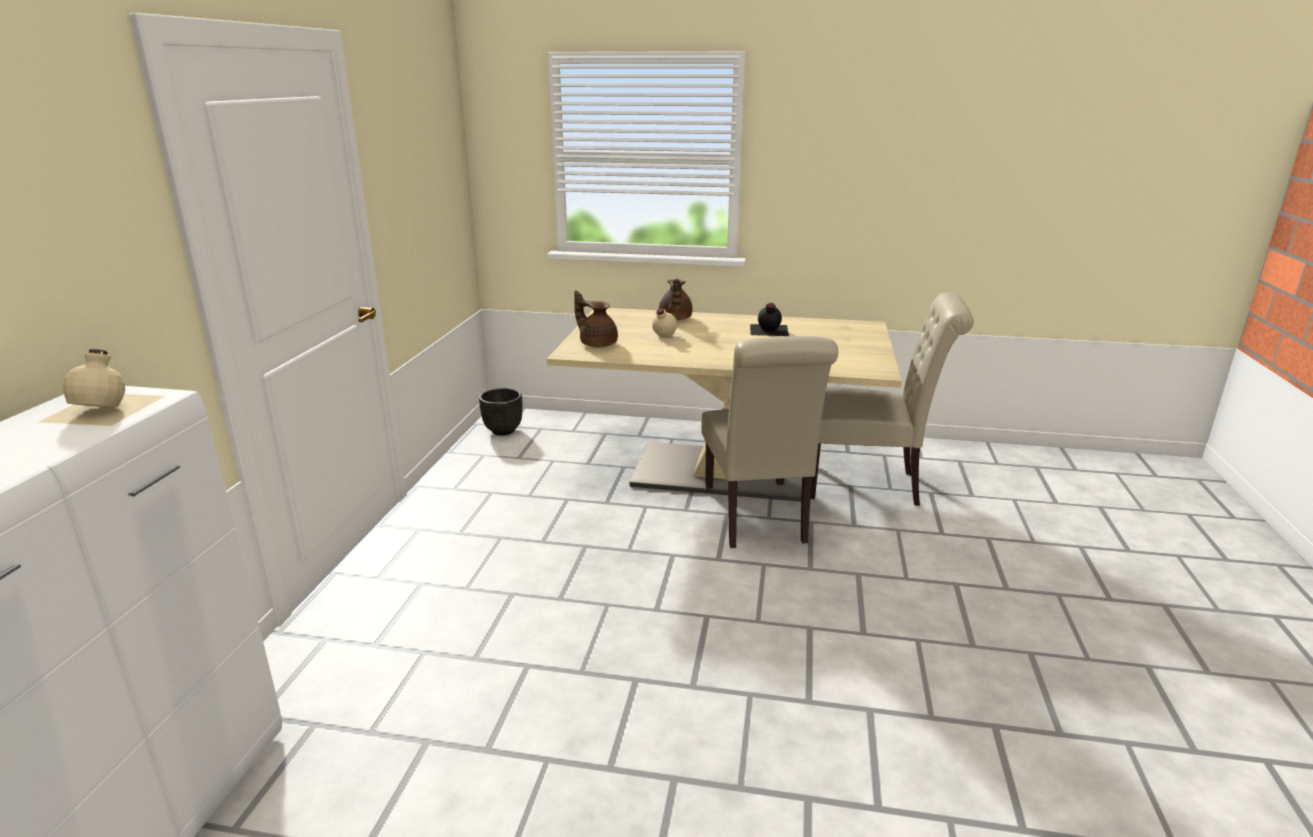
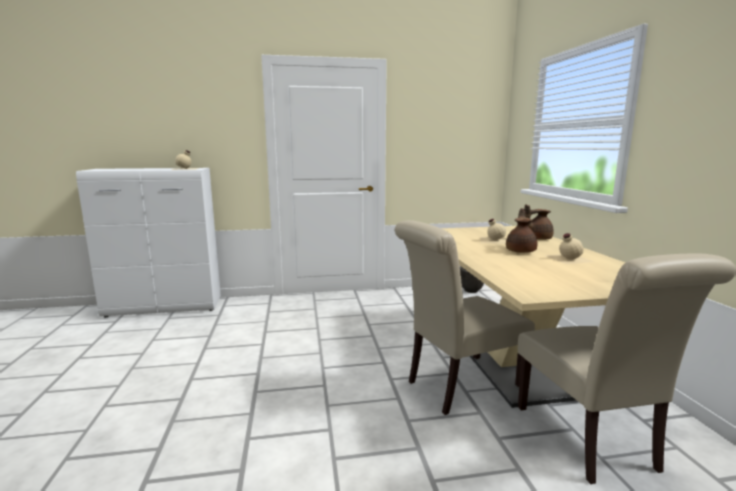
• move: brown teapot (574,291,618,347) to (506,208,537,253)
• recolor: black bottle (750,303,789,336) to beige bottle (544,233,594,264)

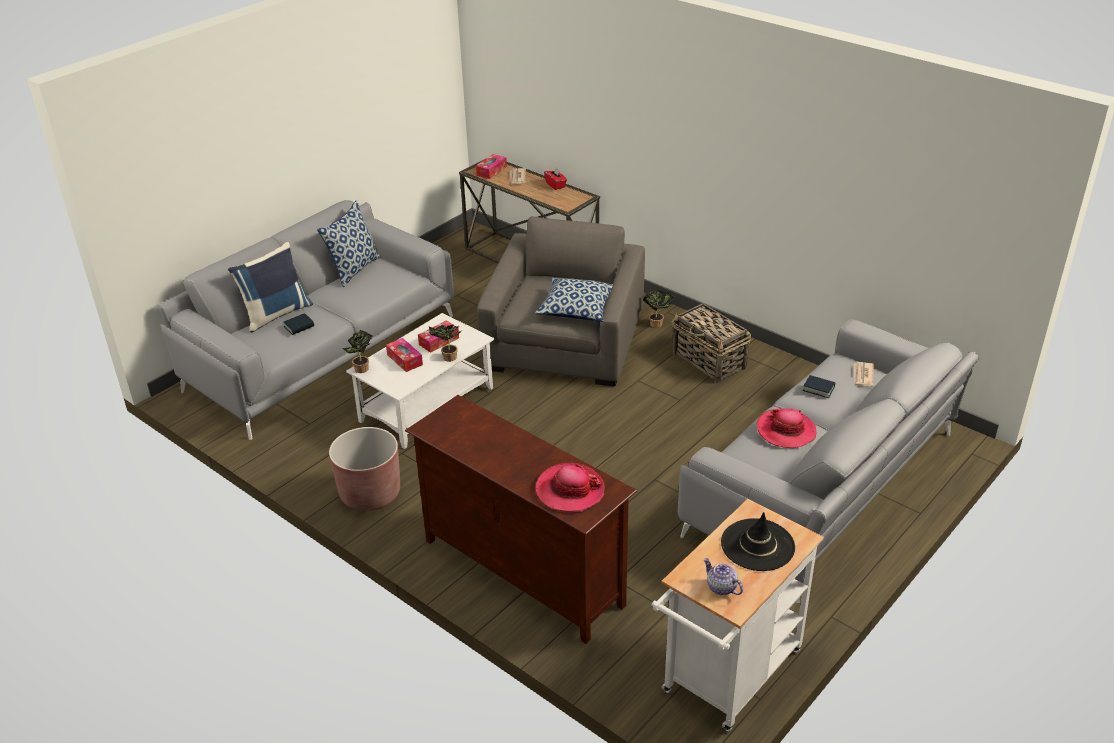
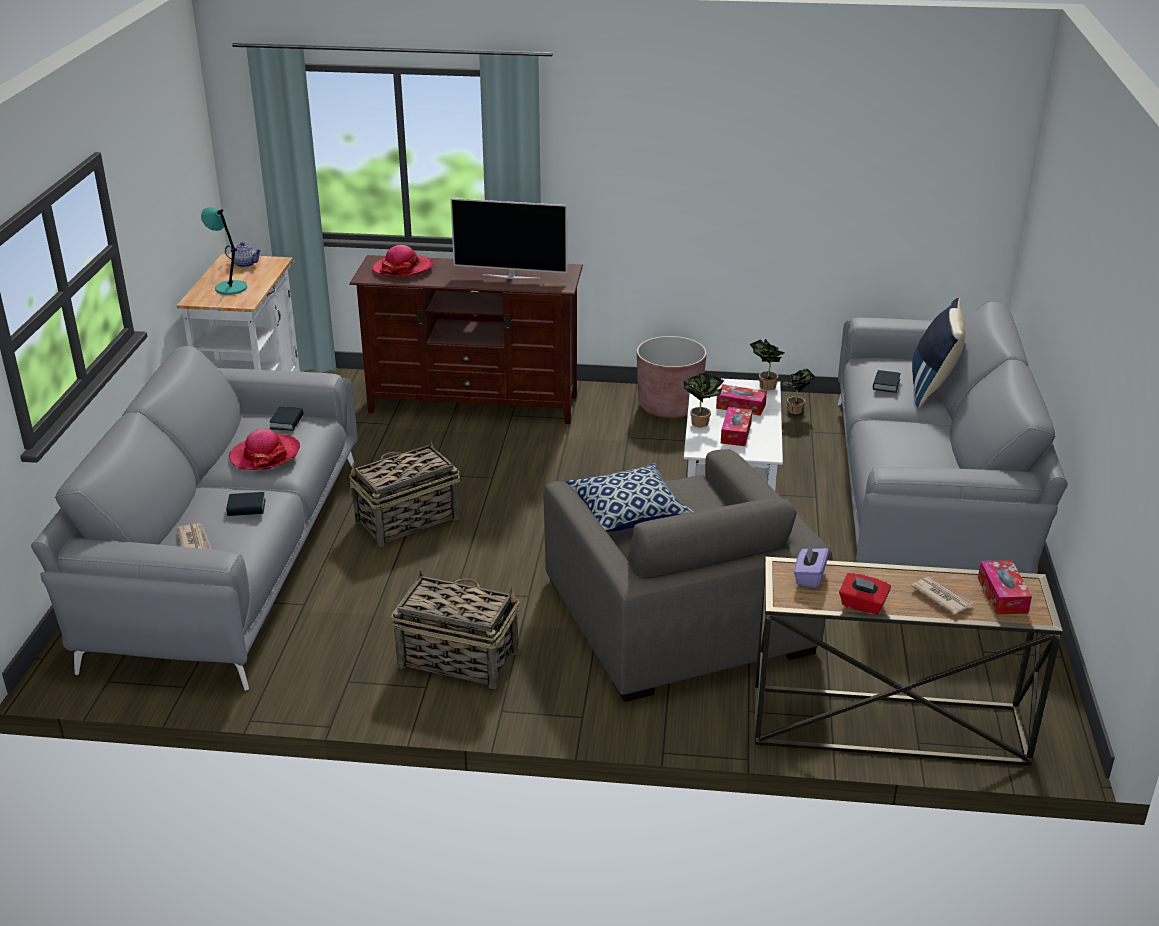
• delete: pillow (317,200,381,287)
• insert: book (270,407,304,431)
• insert: basket (349,439,460,546)
• insert: television (450,198,567,279)
• insert: purple tissue box (794,543,829,588)
• move: potted plant (643,291,674,328) to (780,368,816,414)
• replace: black hat (721,512,795,571) to turquoise table lamp (201,207,247,295)

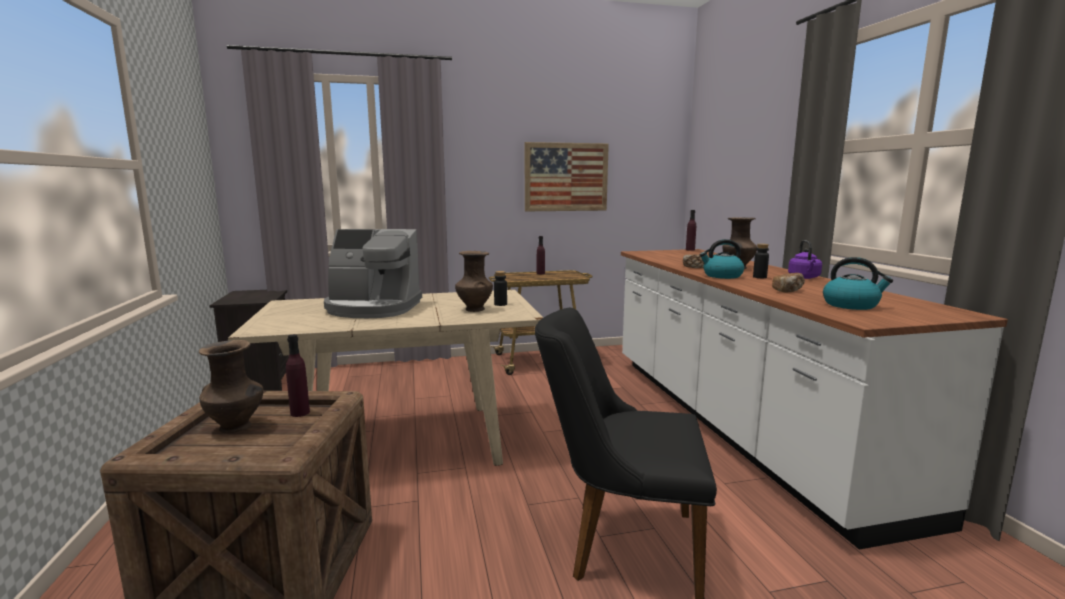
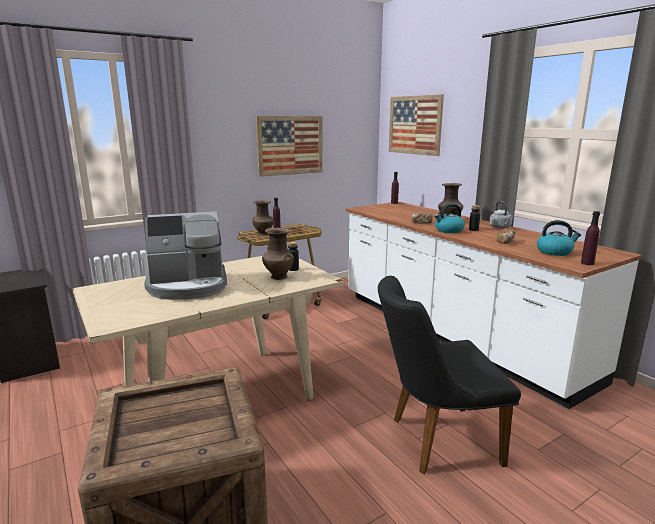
• insert: picture (389,94,444,156)
• move: brown vase (199,340,263,433) to (252,200,274,235)
• move: purple bottle (286,334,310,417) to (581,211,600,265)
• recolor: purple kettle (788,240,822,279) to grey kettle (489,201,512,229)

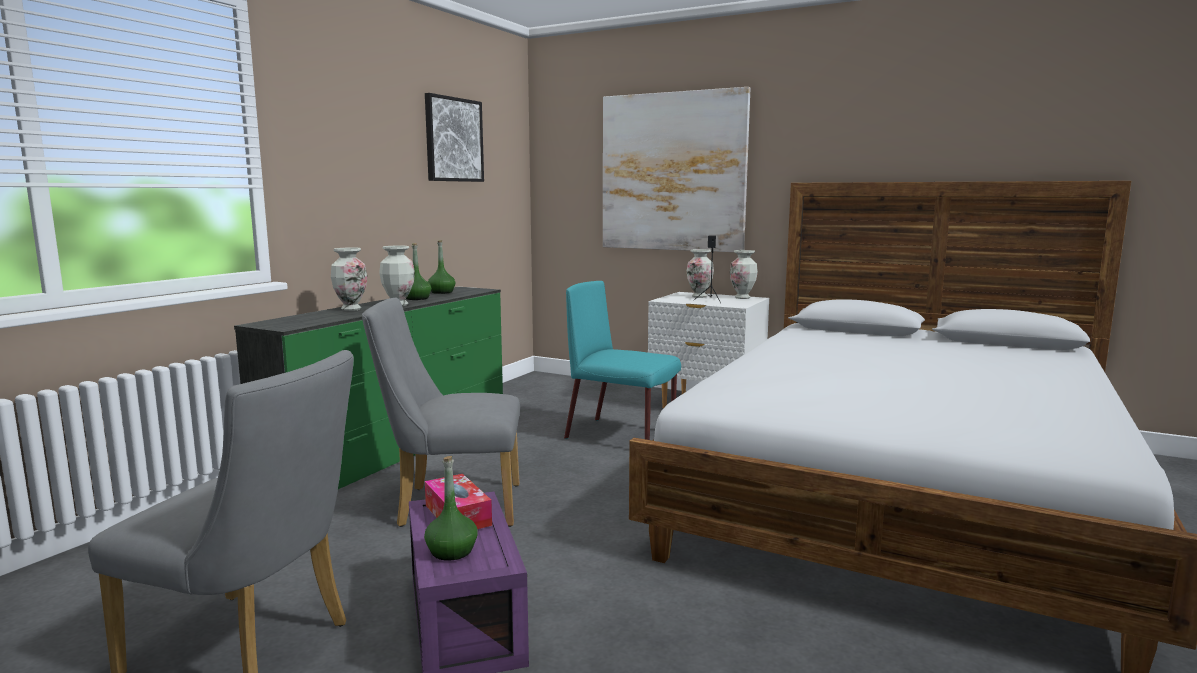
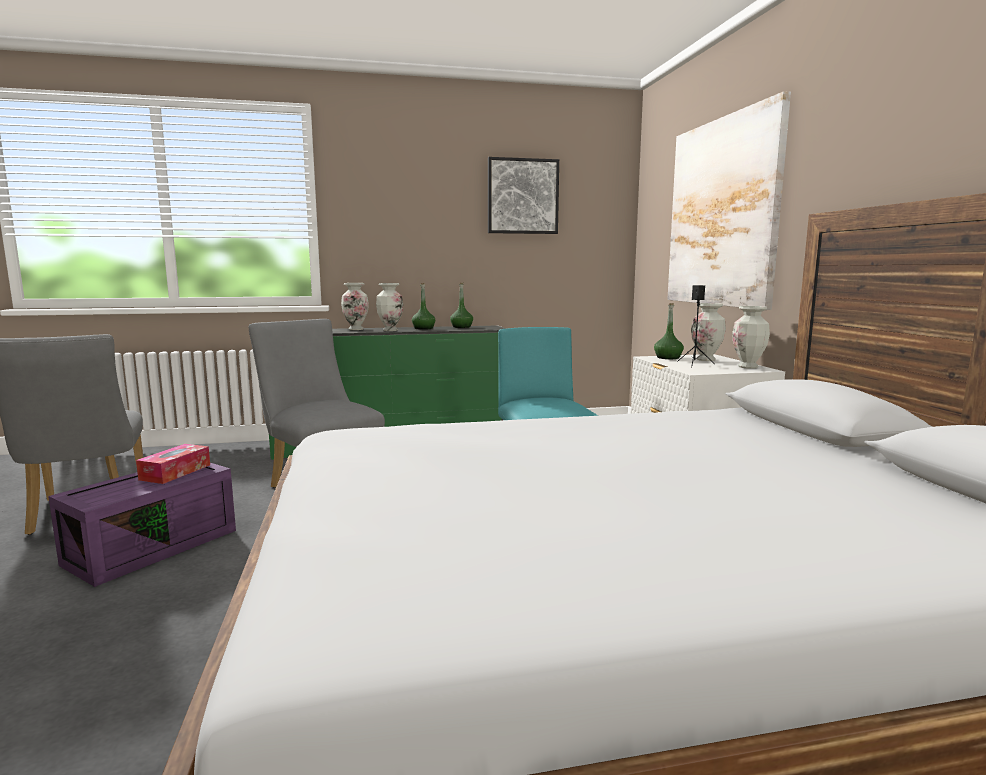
• move: green bottle (424,456,478,561) to (654,303,684,359)

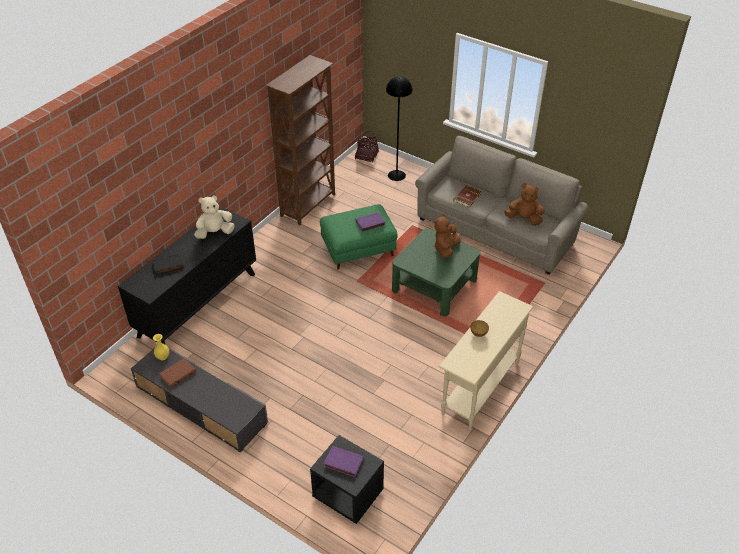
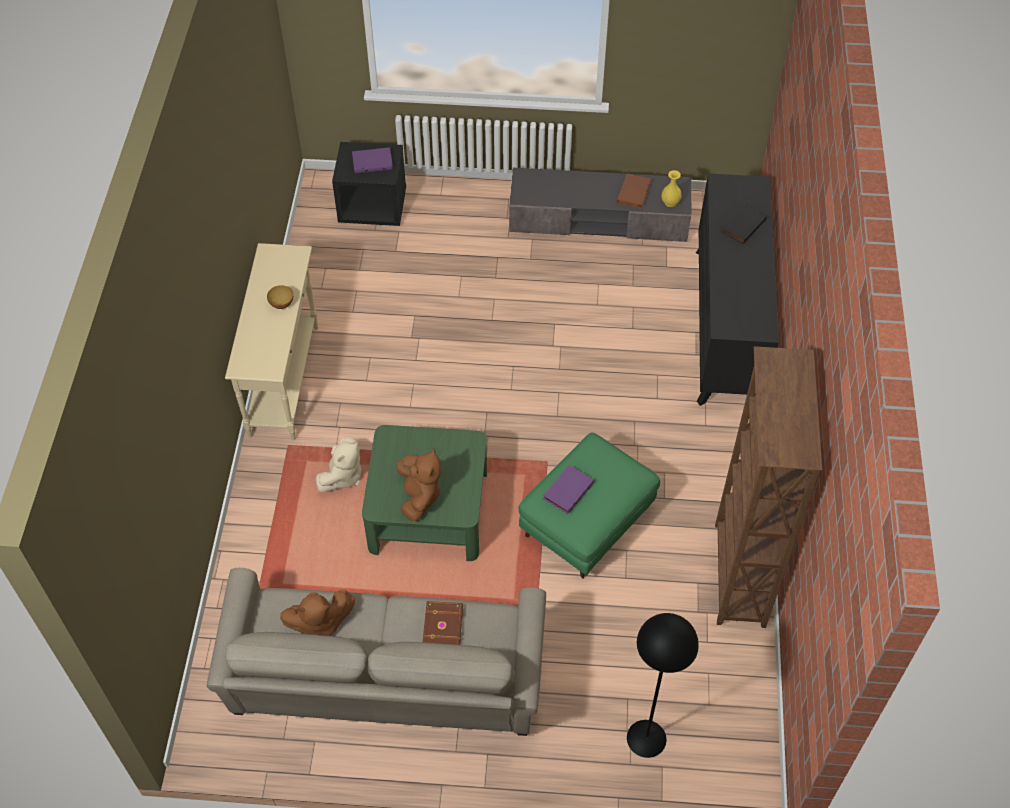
• delete: basket (355,131,379,163)
• move: beige plush toy (194,196,235,239) to (316,437,361,492)

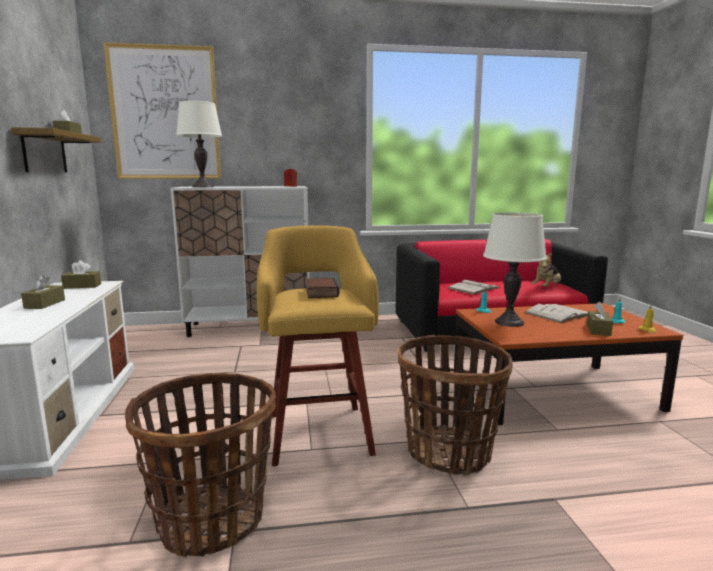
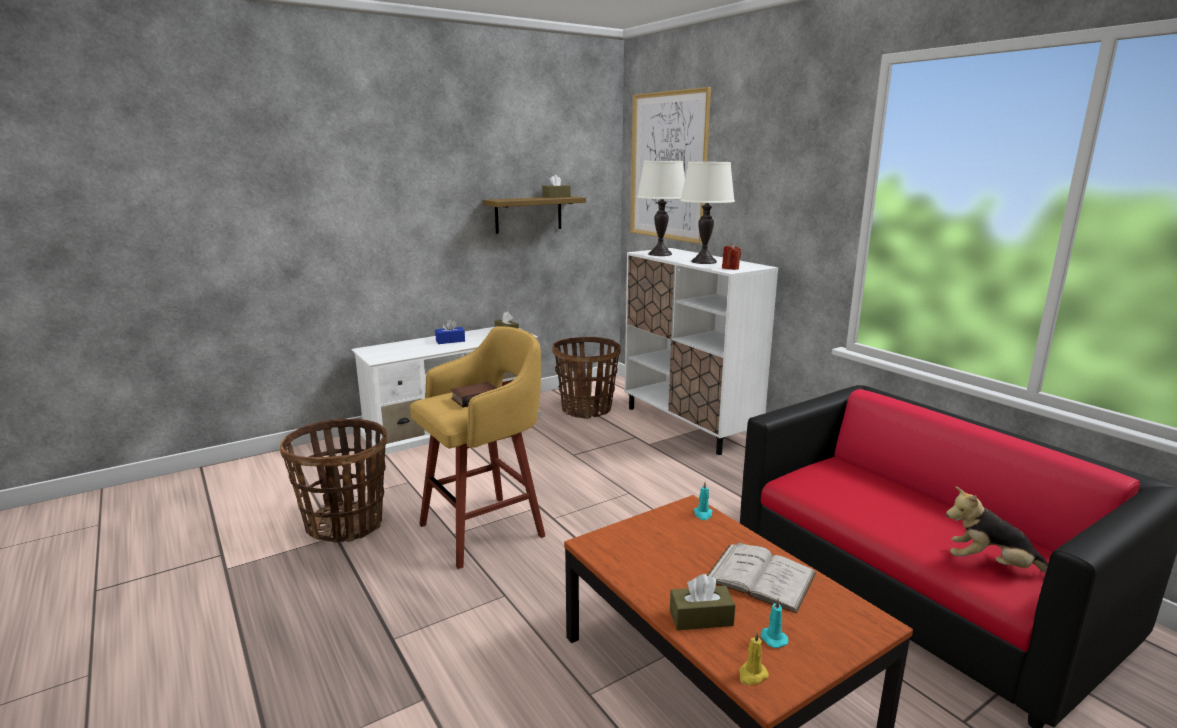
• delete: white book (447,280,499,295)
• move: basket (398,335,513,475) to (552,337,621,419)
• move: white table lamp (483,212,547,327) to (680,162,735,264)
• recolor: brown tissue box (21,275,65,309) to blue tissue box (435,319,465,344)

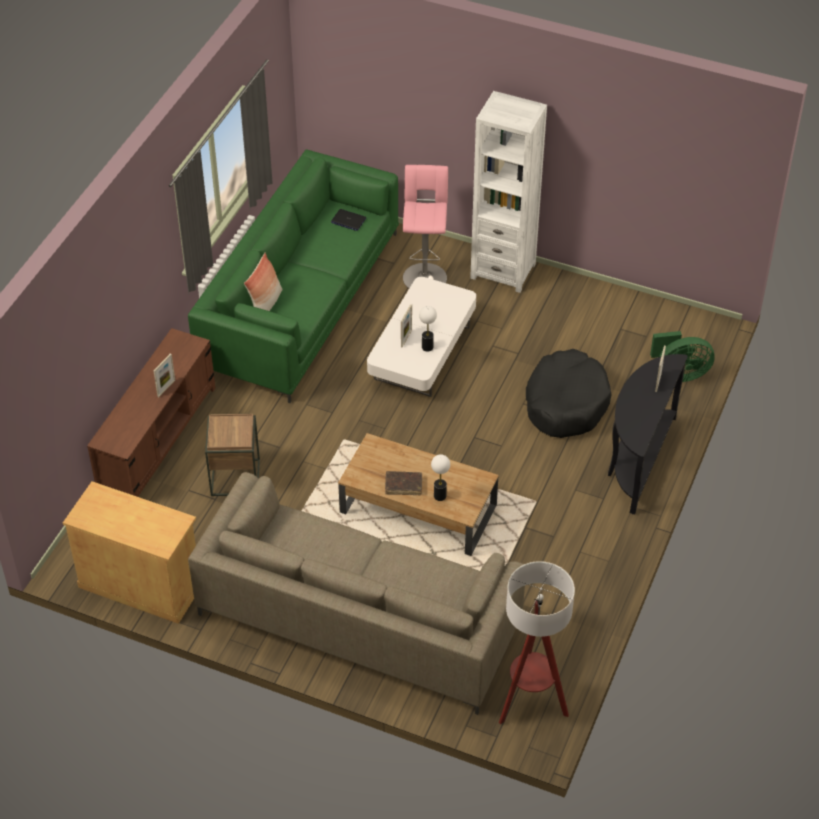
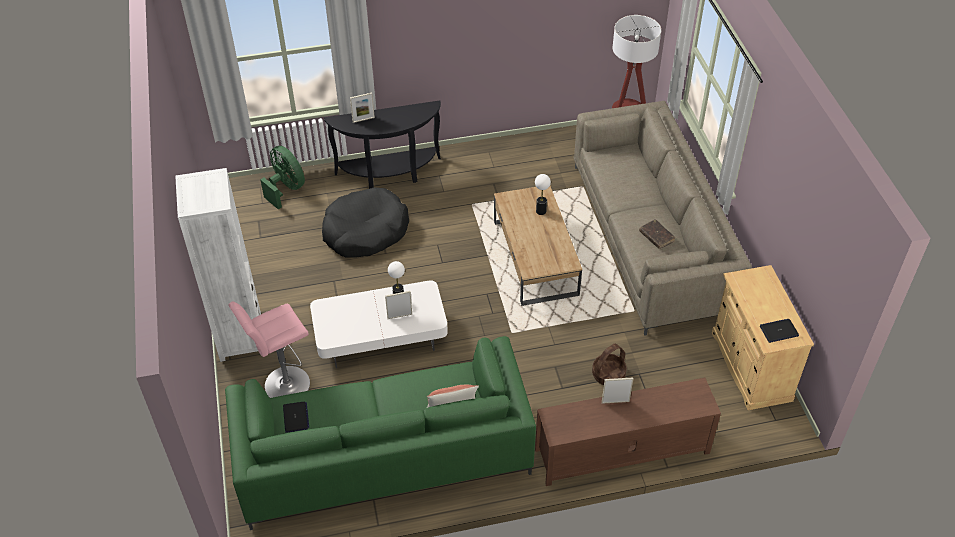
• insert: laptop (760,319,799,343)
• move: brown book (385,471,422,495) to (639,219,675,249)
• replace: brown side table (205,414,260,496) to basket (592,344,627,385)

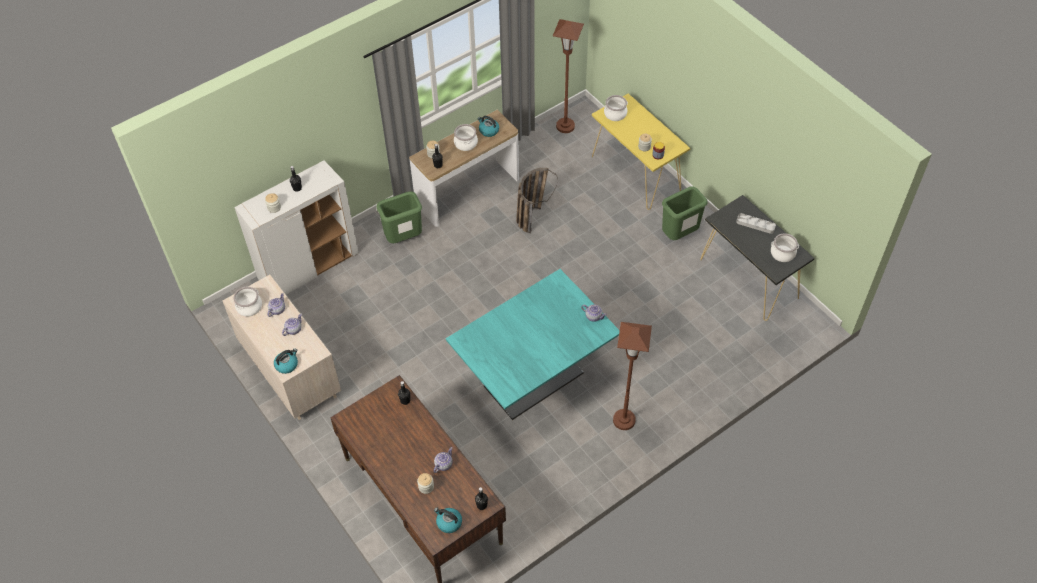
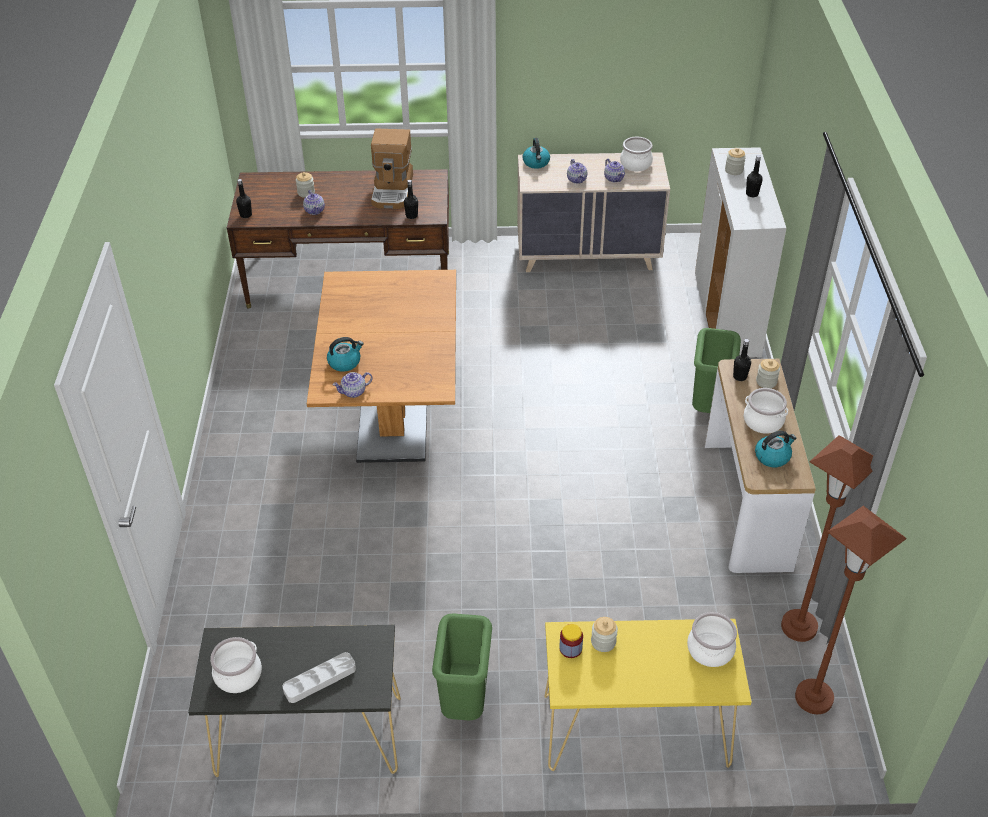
• delete: basket (516,168,558,233)
• insert: coffee machine (371,129,413,209)
• move: kettle (434,508,462,533) to (327,337,364,372)
• move: brown floor lamp (613,322,652,430) to (781,435,873,642)
• recolor: turquoise dining table (446,269,620,420) to brown dining table (307,270,456,463)

